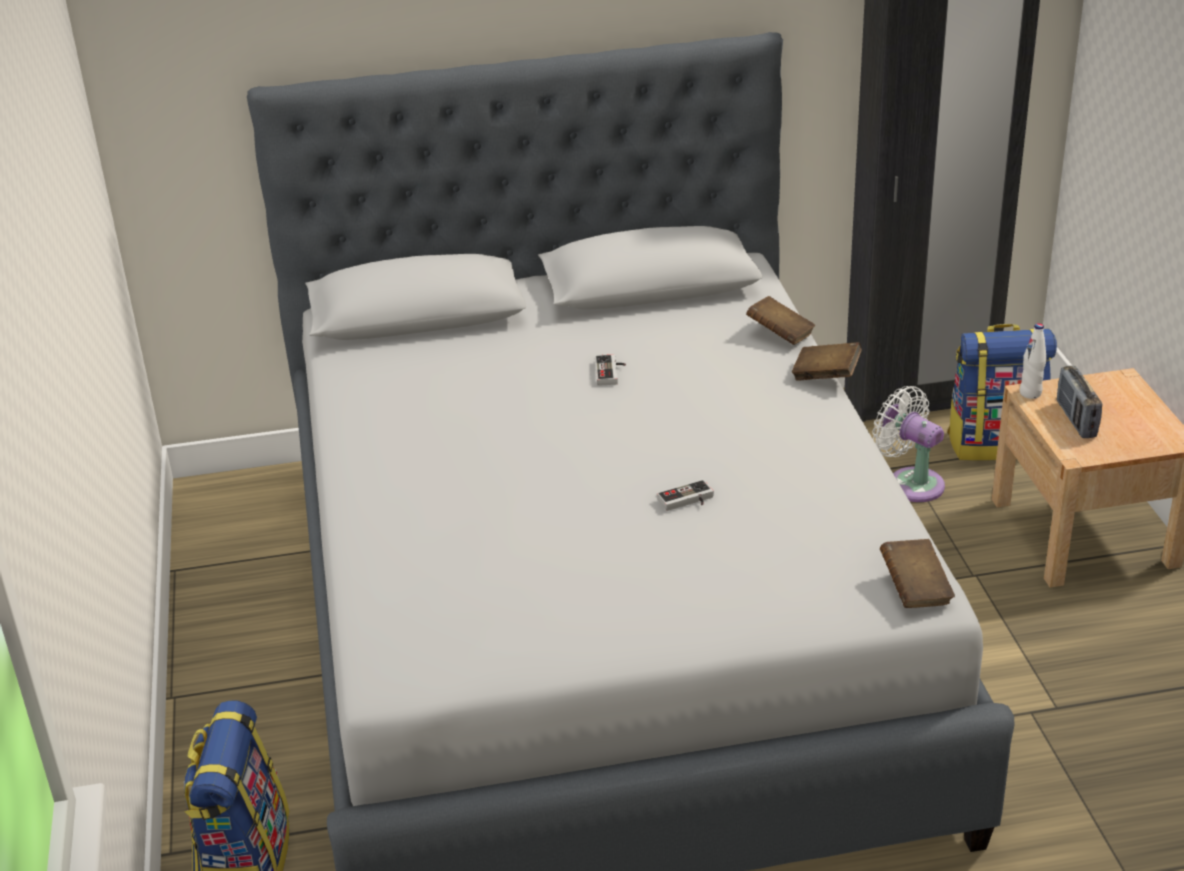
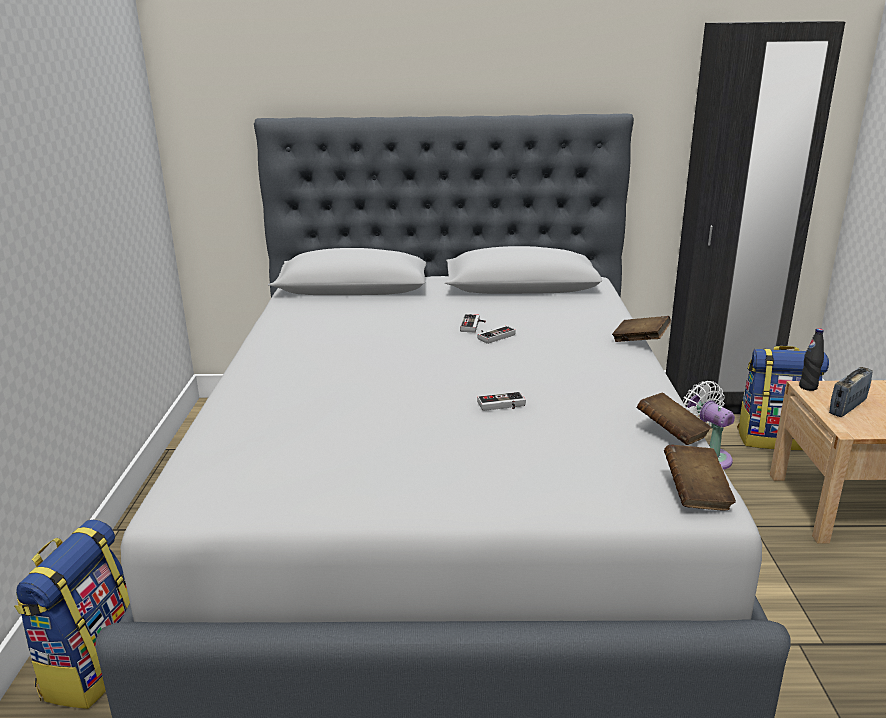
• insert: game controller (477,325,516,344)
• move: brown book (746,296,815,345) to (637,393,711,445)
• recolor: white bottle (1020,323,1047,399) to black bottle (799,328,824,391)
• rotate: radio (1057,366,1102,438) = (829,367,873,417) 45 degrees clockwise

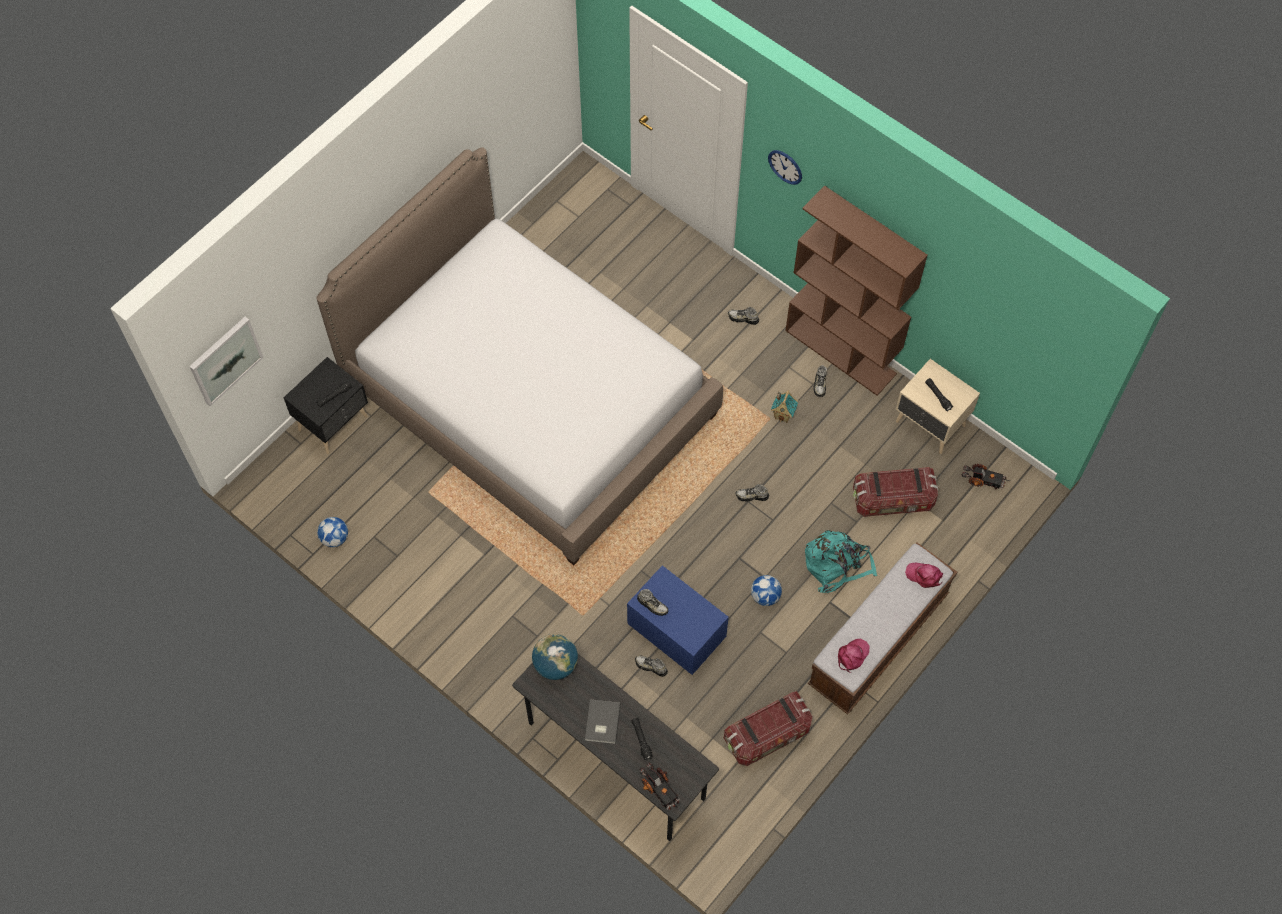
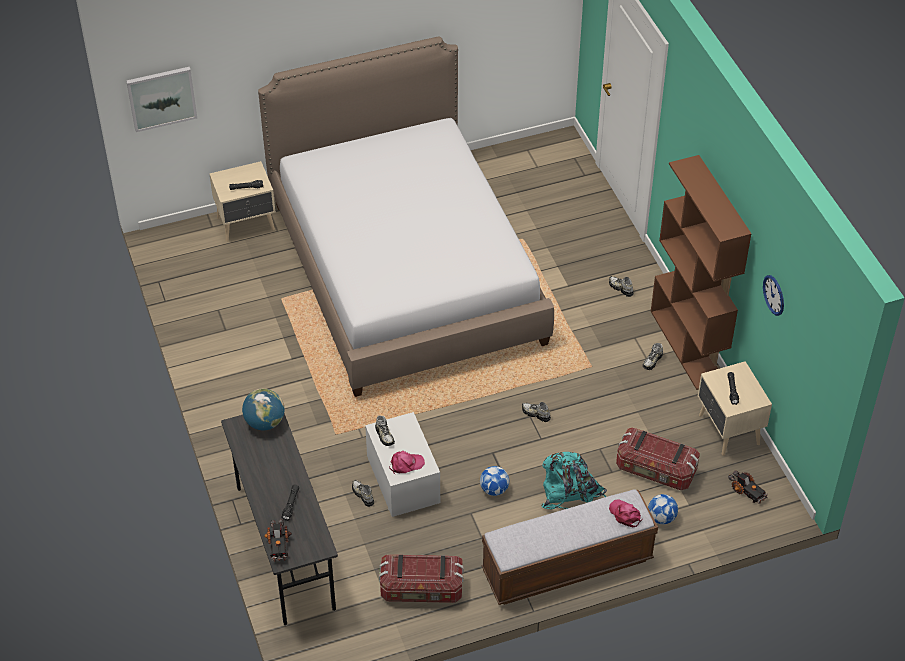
• delete: grey book (585,700,621,744)
• delete: toy house (771,391,798,423)
• move: football (317,517,348,547) to (648,494,678,524)
• move: wall clock (768,150,802,185) to (763,275,784,316)
• move: pink cap (838,638,869,673) to (389,451,425,475)
• recolor: black nightstand (283,357,368,454) to beige nightstand (209,161,276,242)
• recolor: blue storage box (627,565,729,675) to white storage box (365,412,440,517)

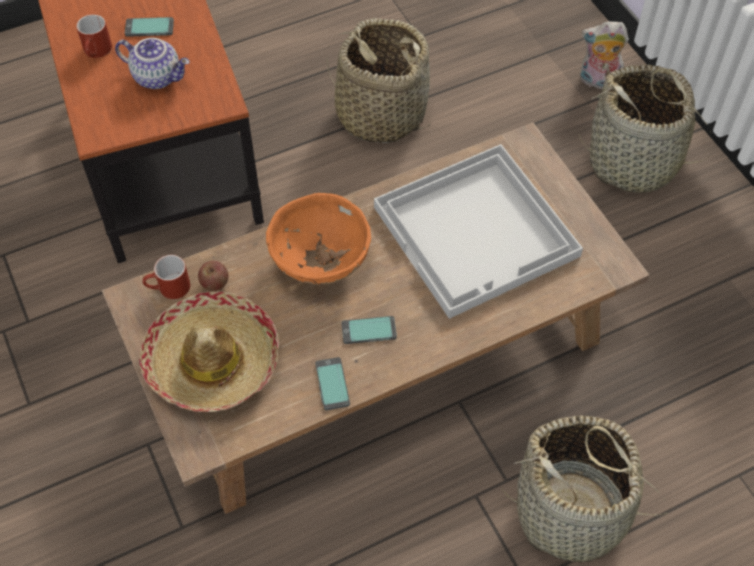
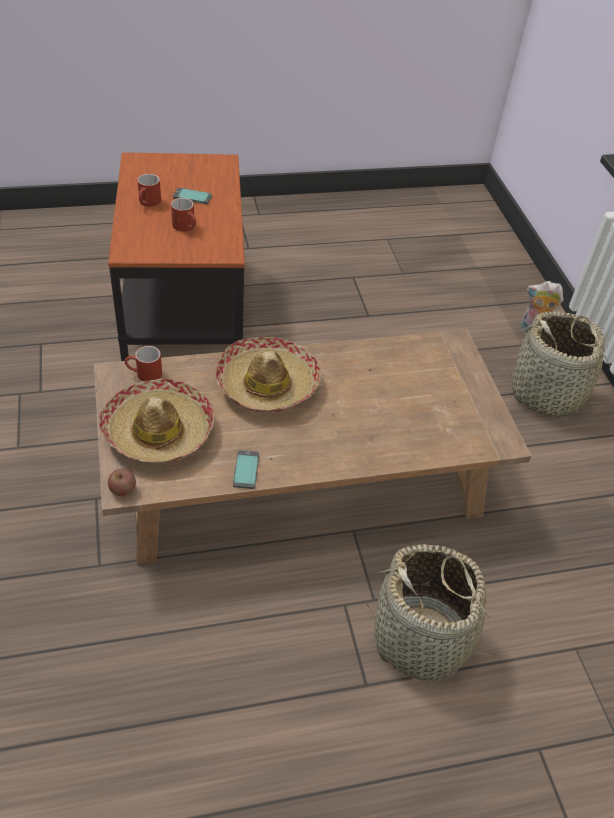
• delete: basket (327,18,432,143)
• delete: phone (341,316,397,344)
• delete: white tray (374,144,583,319)
• move: apple (198,261,228,291) to (108,469,136,496)
• replace: teapot (115,38,190,89) to red mug (171,198,196,232)
• replace: orange bowl (266,193,371,285) to hat (215,337,321,412)

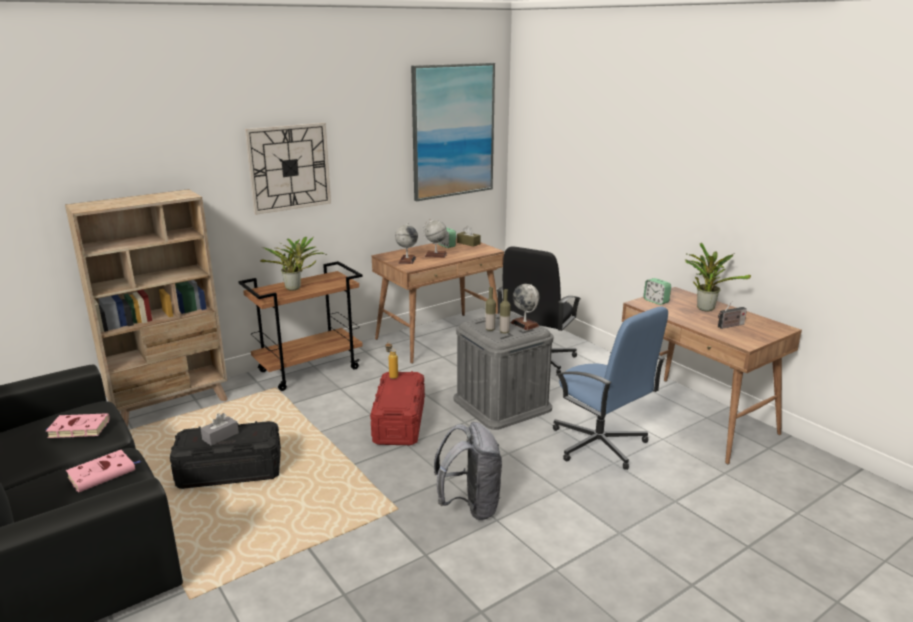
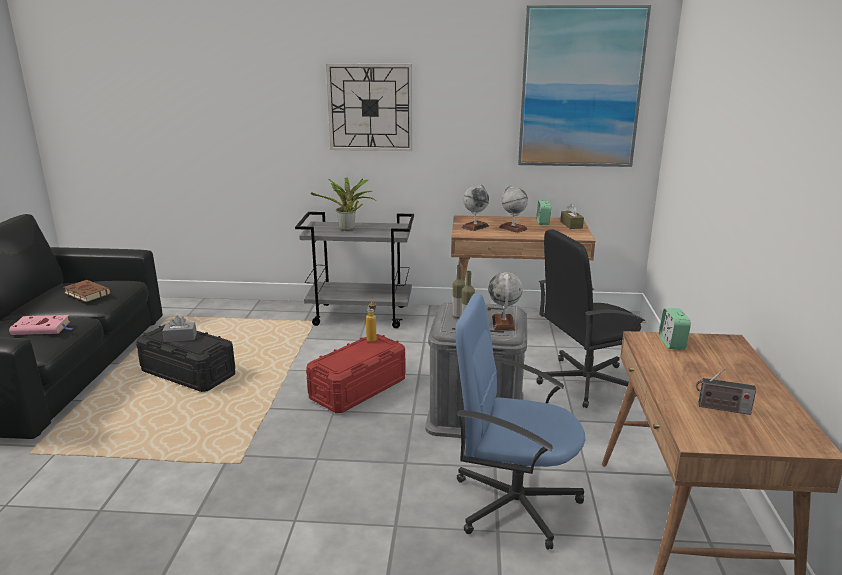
• delete: beige bookcase (65,189,228,427)
• delete: grey backpack (434,422,502,520)
• delete: potted plant (685,243,751,311)
• recolor: pink book (46,413,110,438) to brown book (63,280,111,302)
• recolor: brown cart (238,261,363,391) to grey cart (295,212,414,328)
• rotate: blue office chair (553,306,668,470) = (455,293,585,550) 105 degrees clockwise

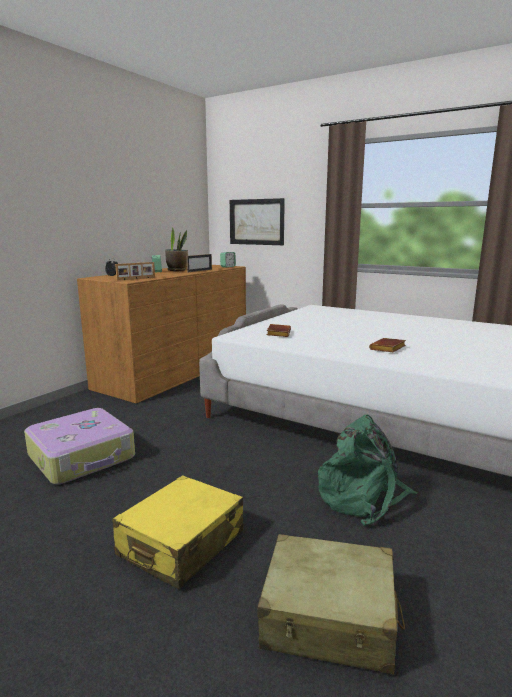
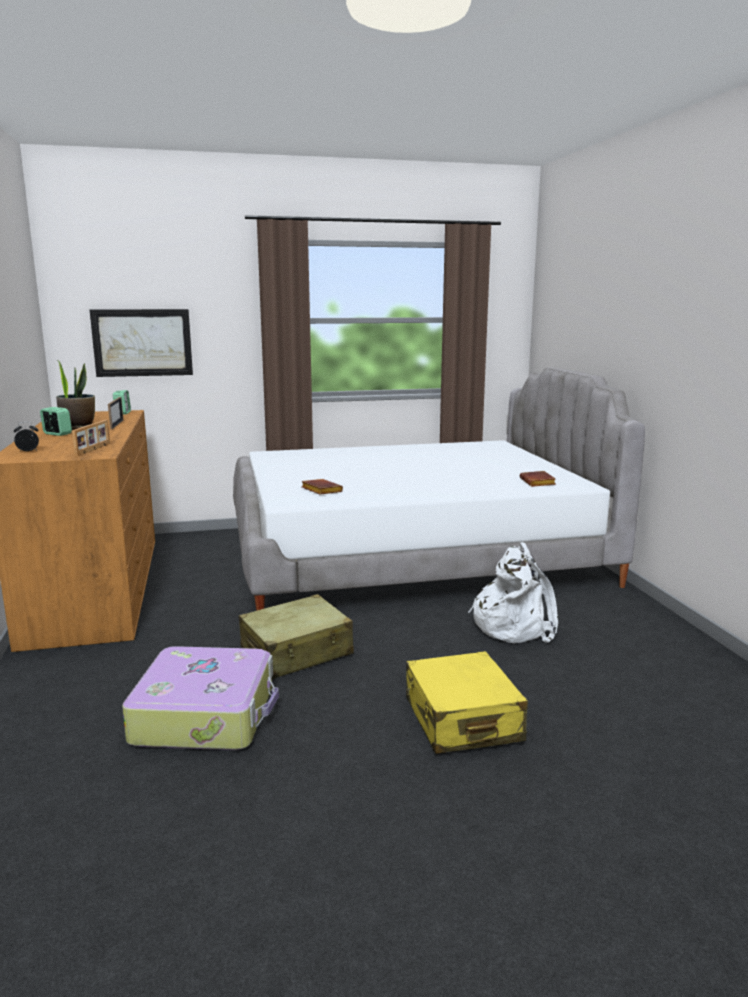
• move: beige suitcase (257,534,405,675) to (239,594,354,679)
• move: brown book (369,338,406,352) to (520,471,556,487)
• recolor: green backpack (318,414,417,526) to white backpack (468,542,558,644)

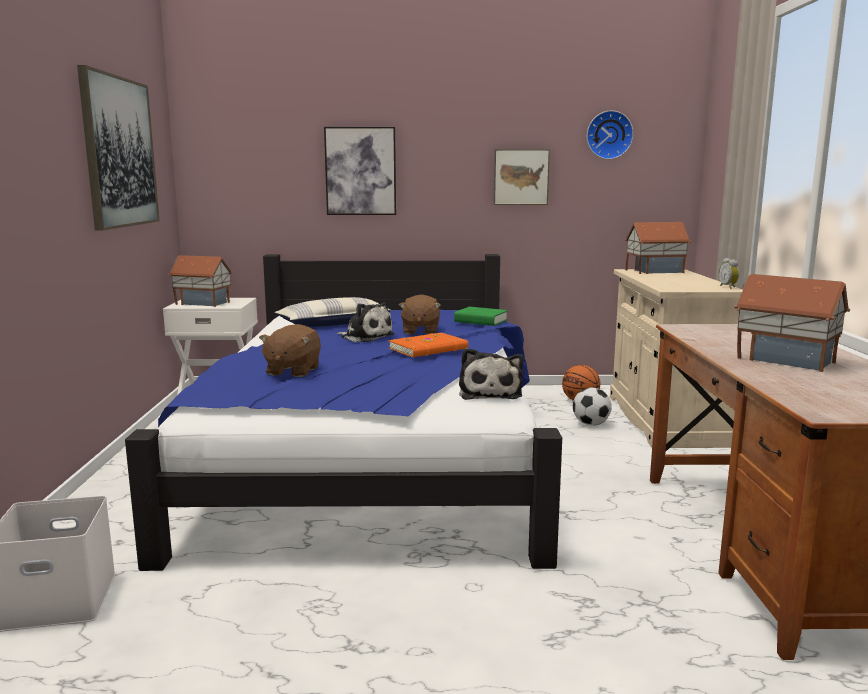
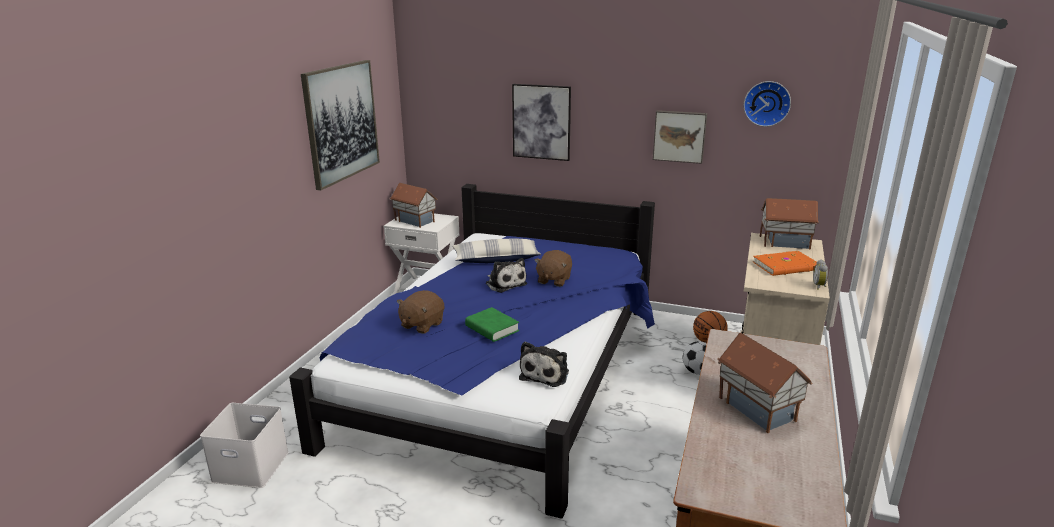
• move: orange book (388,333,468,357) to (753,251,817,276)
• move: green book (454,307,508,326) to (465,307,519,342)

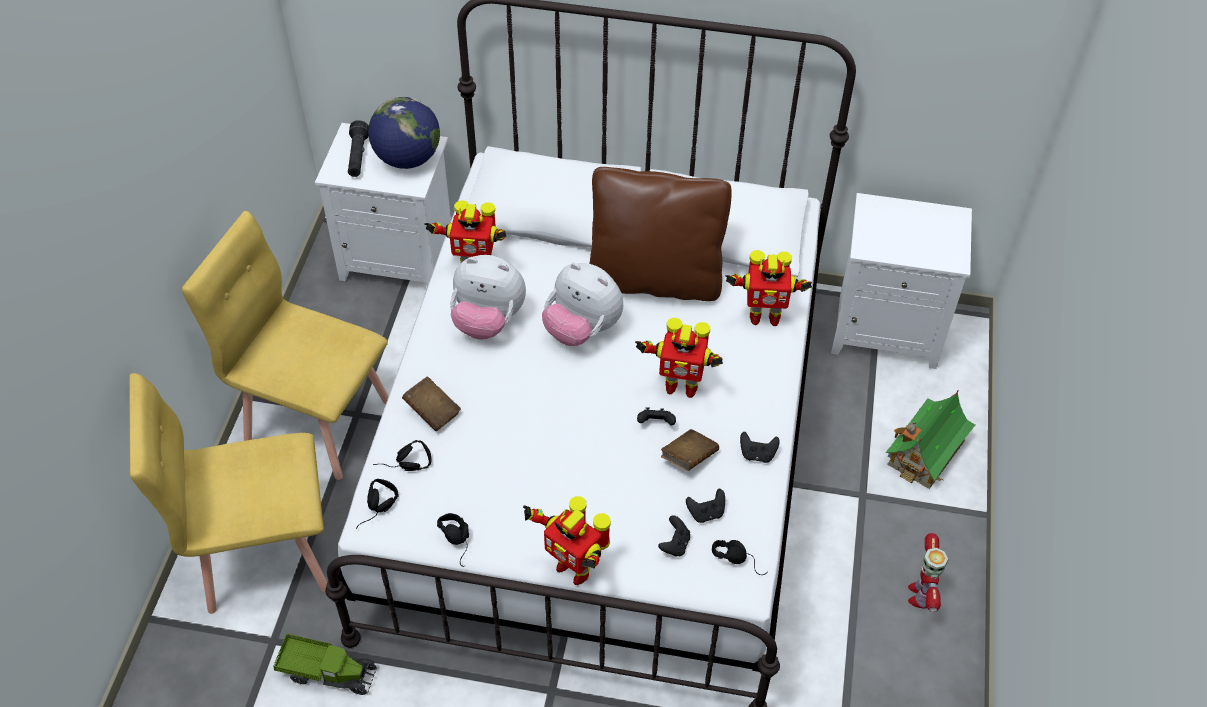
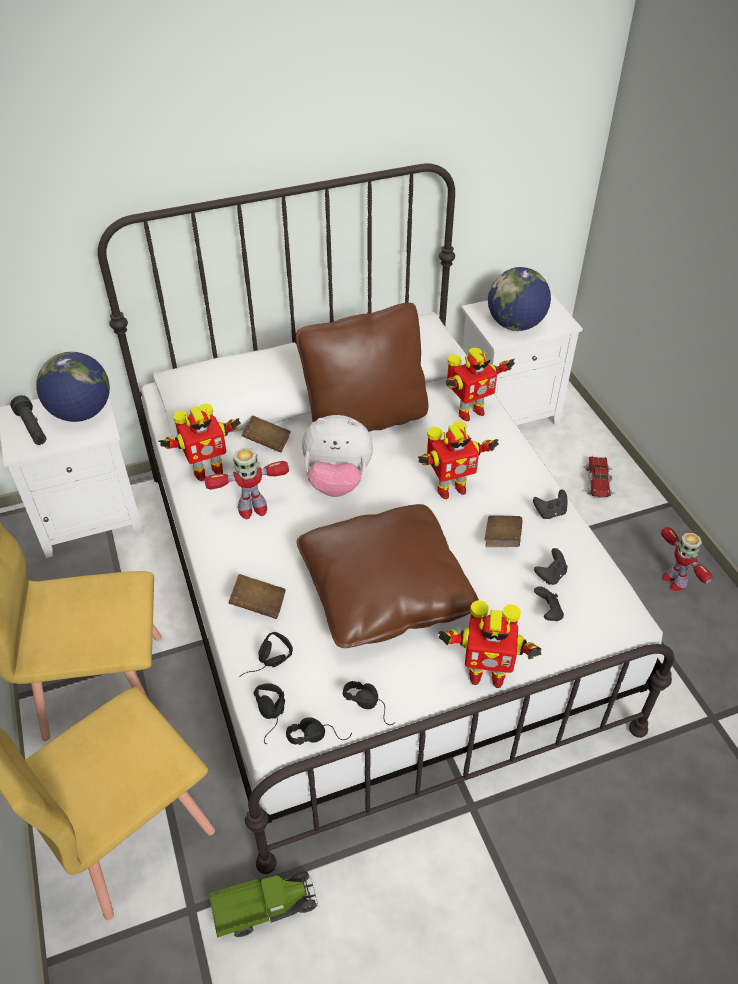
• delete: black game controller (637,407,676,425)
• insert: brown book (242,416,291,453)
• insert: brown pillow (297,504,479,648)
• insert: globe (488,267,551,331)
• move: black headphones (712,540,768,575) to (286,717,352,745)
• replace: plush toy (450,255,526,340) to toy robot (204,448,289,519)
• replace: toy house (886,390,975,489) to toy car (582,456,616,498)

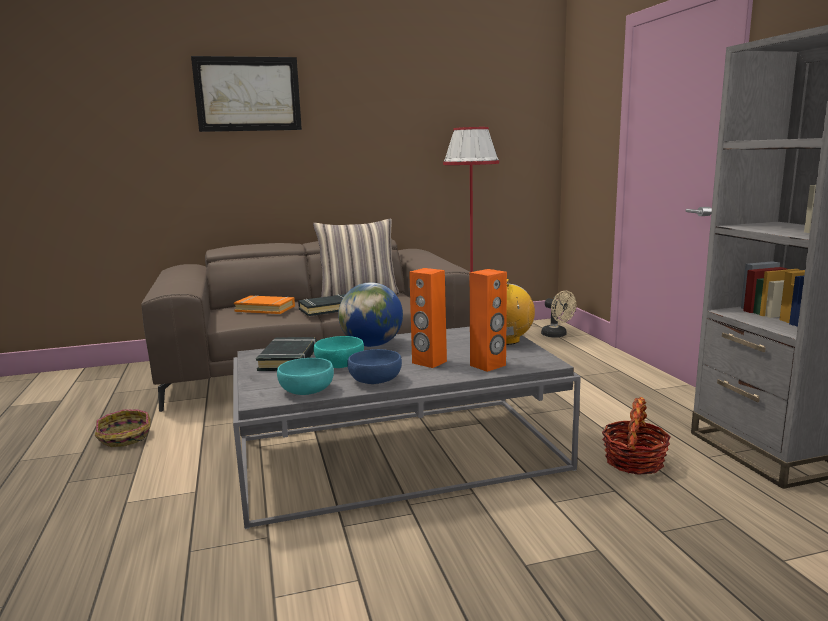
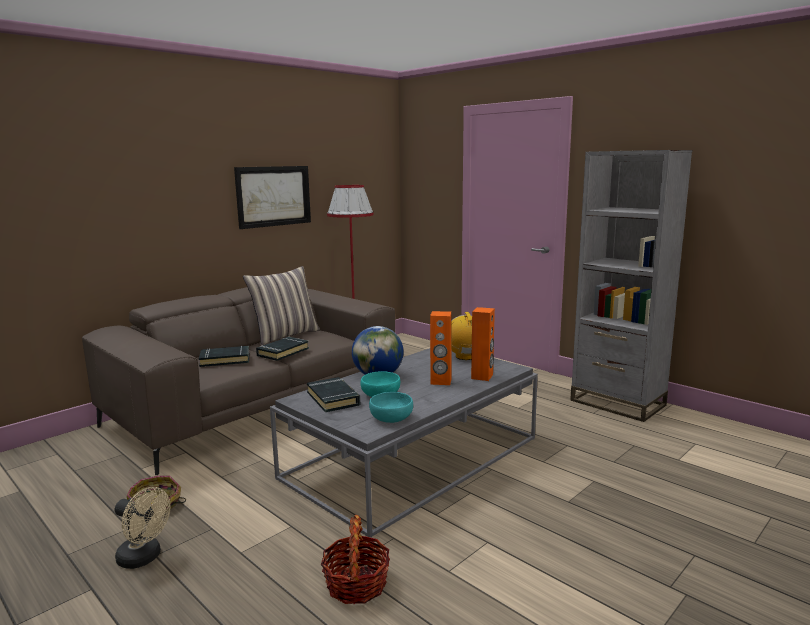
• delete: blue bowl (347,349,402,384)
• move: picture (191,56,302,132) to (234,166,311,229)
• move: beige fan (541,291,576,338) to (115,487,171,569)
• move: basket (602,397,671,475) to (321,515,390,604)
• recolor: orange book (234,295,295,314) to black book (199,346,249,367)

